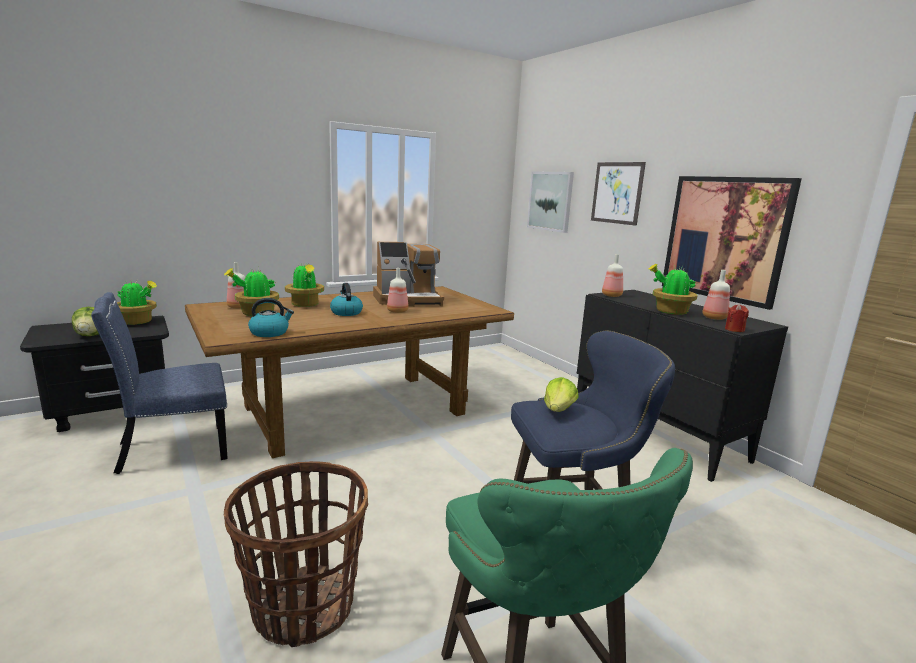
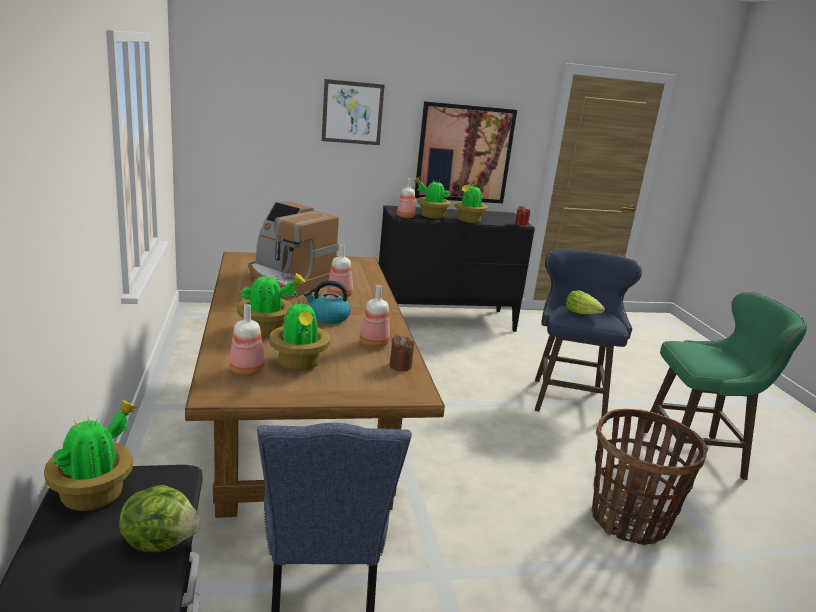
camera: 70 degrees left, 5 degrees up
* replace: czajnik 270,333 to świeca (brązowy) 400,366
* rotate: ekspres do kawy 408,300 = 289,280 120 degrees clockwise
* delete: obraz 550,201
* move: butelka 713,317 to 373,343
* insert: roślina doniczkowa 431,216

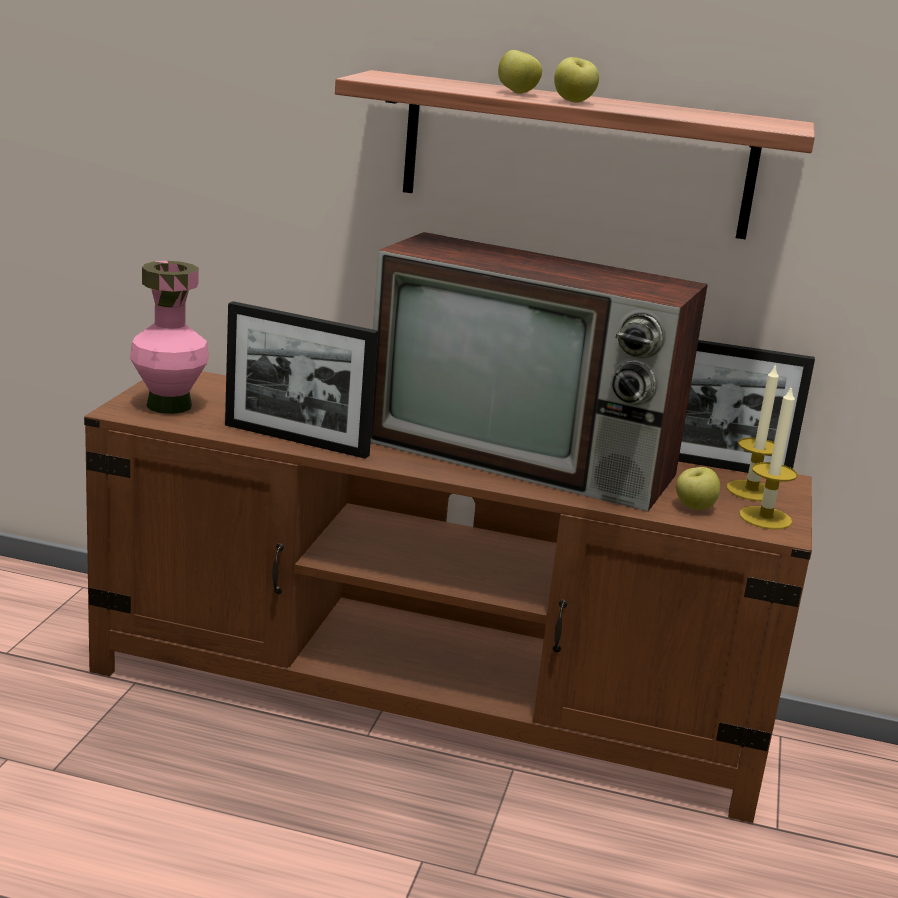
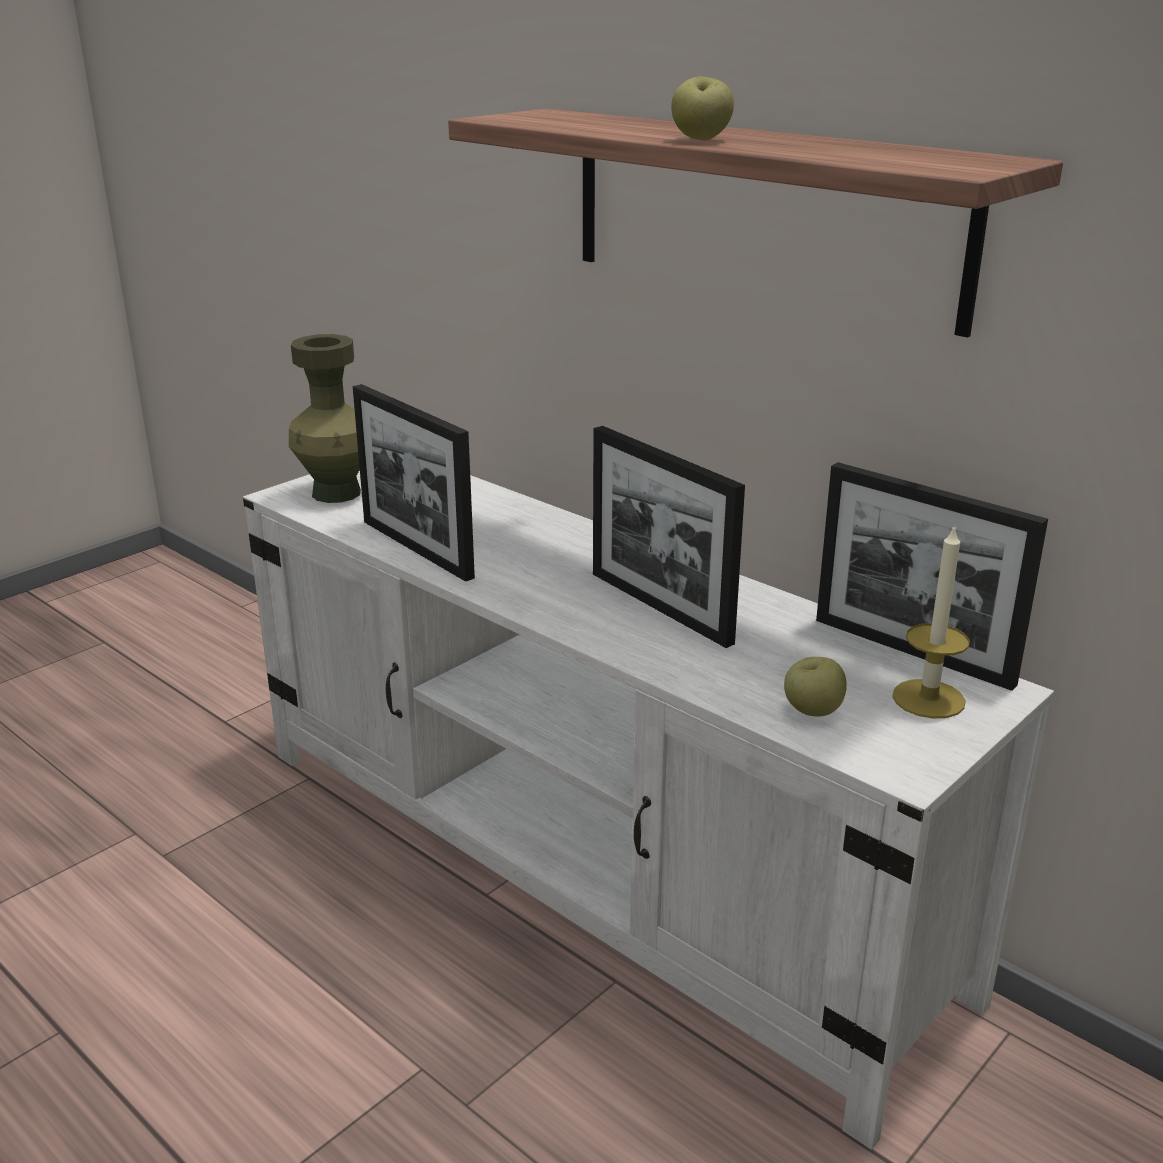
camera: 30 degrees right, 5 degrees up
* recolor: szafka pod telewizor (brązowy) 429,699 to szafka pod telewizor (biały) 587,866
* recolor: wazon (różowy) 168,405 to wazon (zielony) 335,493
* replace: telewizor 526,459 to ramka na zdjęcie 660,607
* delete: jabłko 517,93
* delete: świeca 765,518

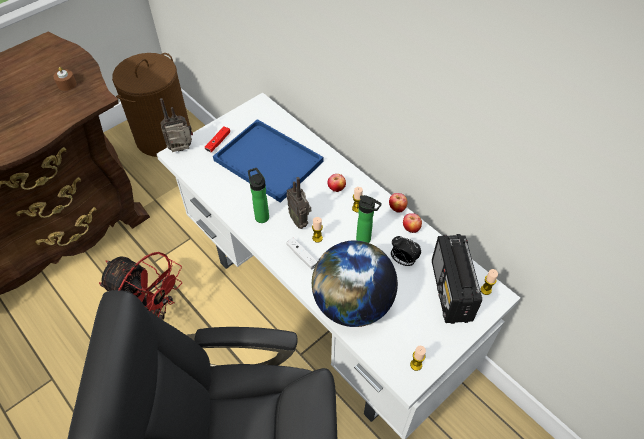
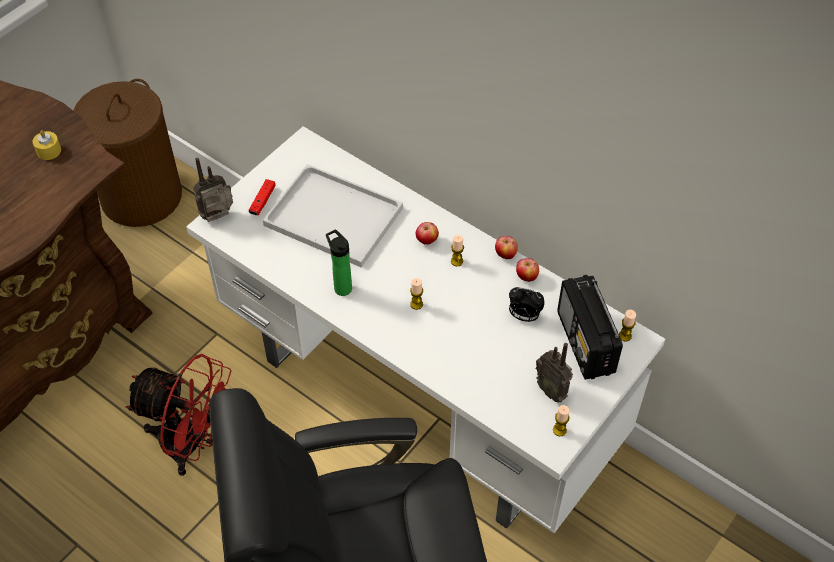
camera: 10 degrees left, 0 degrees up
* recolor: świeca (brązowy) 67,84 to świeca (żółty) 49,151
* recolor: taca (niebieski) 270,161 to taca (biały) 336,217
* move: radio 300,220 to 552,390
* delete: pad do gier (biały) 302,256
* delete: globus 352,304
* delete: butelka 365,240

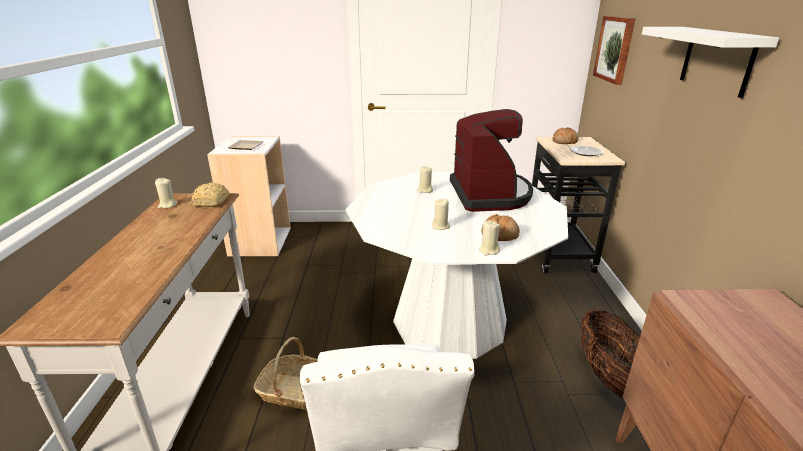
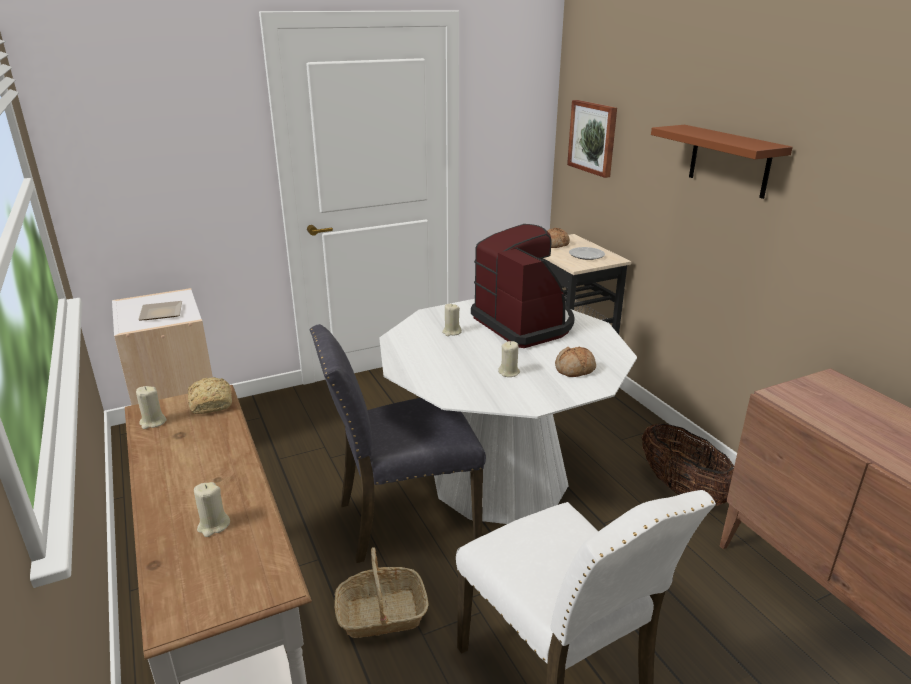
camera: 25 degrees left, 0 degrees up
* move: świeca (beżowy) 488,251 to 213,526
* recolor: półka (biały) 717,60 to półka (brązowy) 729,161
* insert: krzesło (szary) 403,519

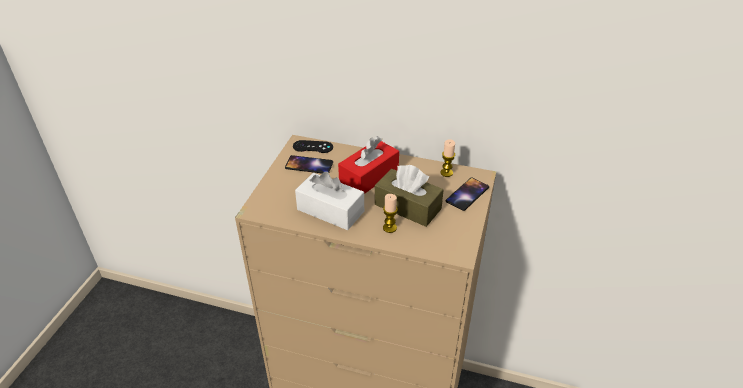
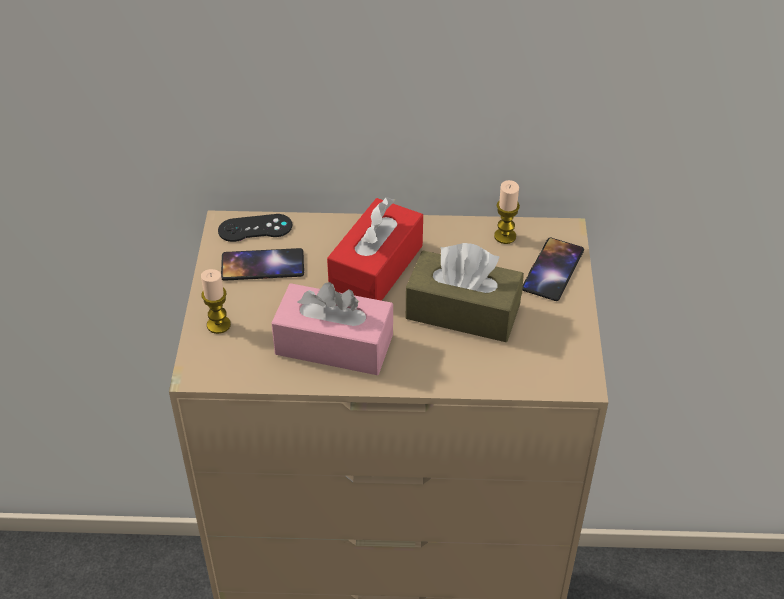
camera: 15 degrees left, 5 degrees up
* recolor: pudełko chusteczek (biały) 330,210 to pudełko chusteczek (różowy) 334,344
* move: świeca 389,228 to 218,325

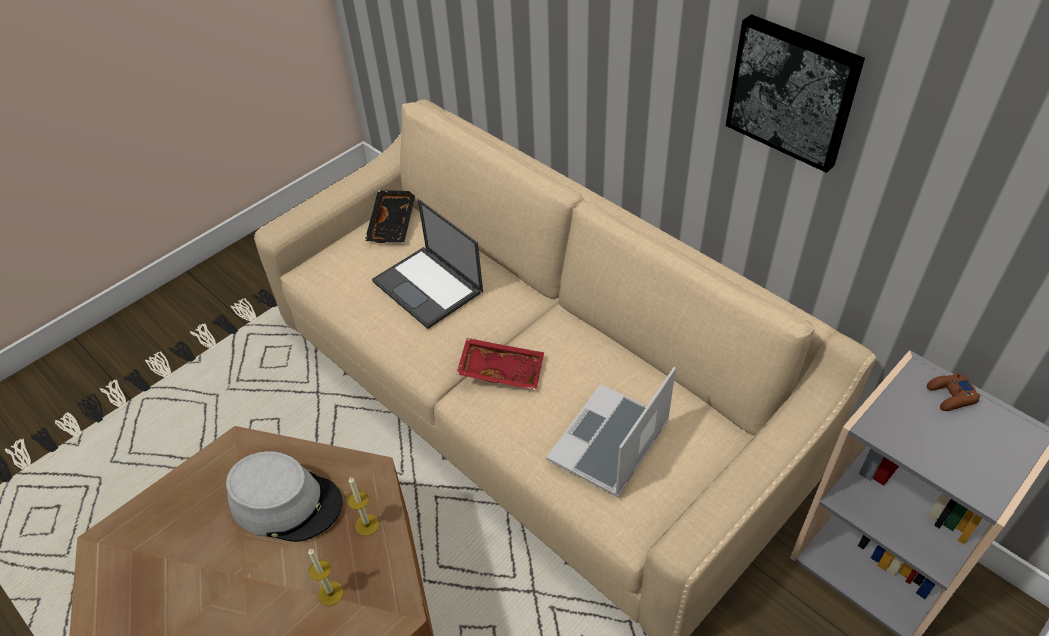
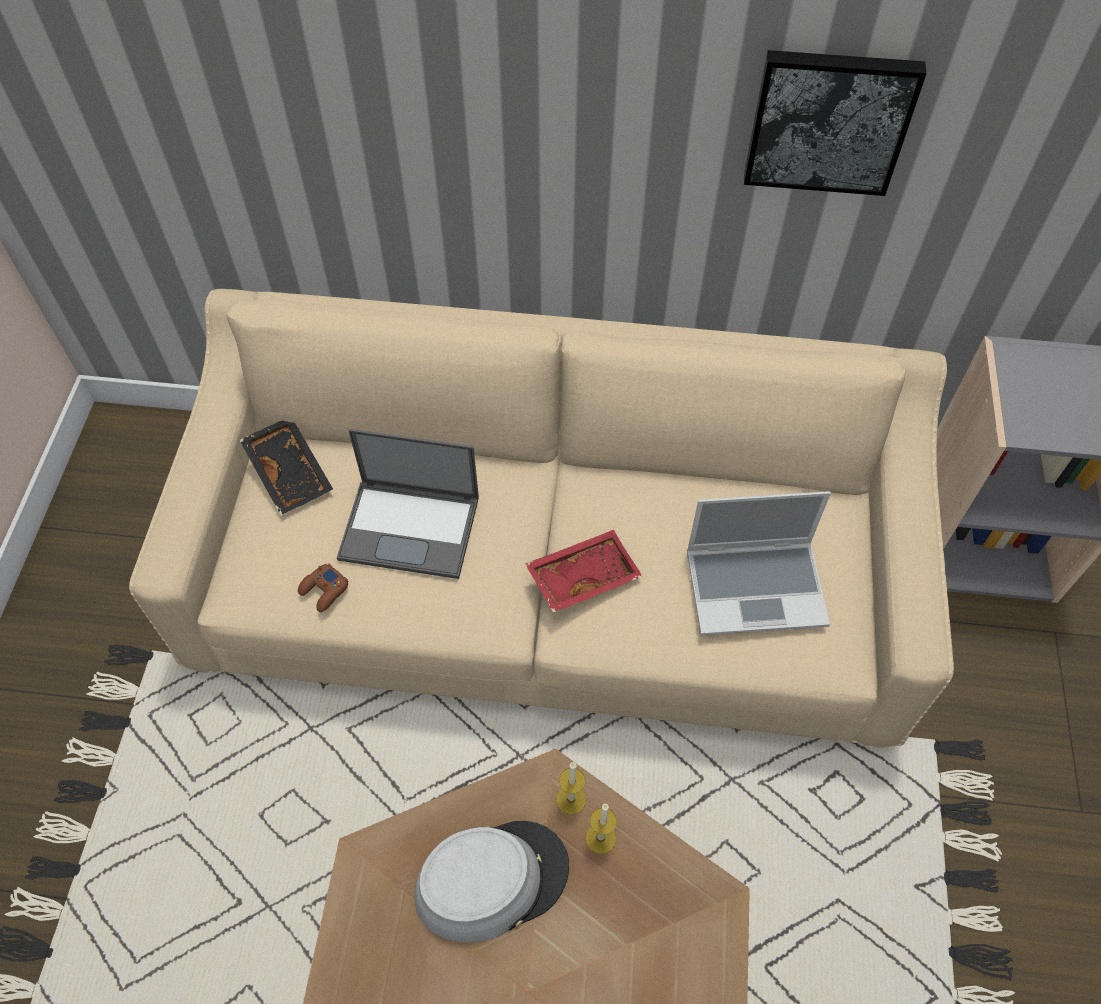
camera: 40 degrees left, 10 degrees up
* move: świeca 330,593 to 571,799
* rotate: laptop 610,443 = 757,587 90 degrees counterclockwise
* move: pad do gier (brązowy) 951,396 to 324,590

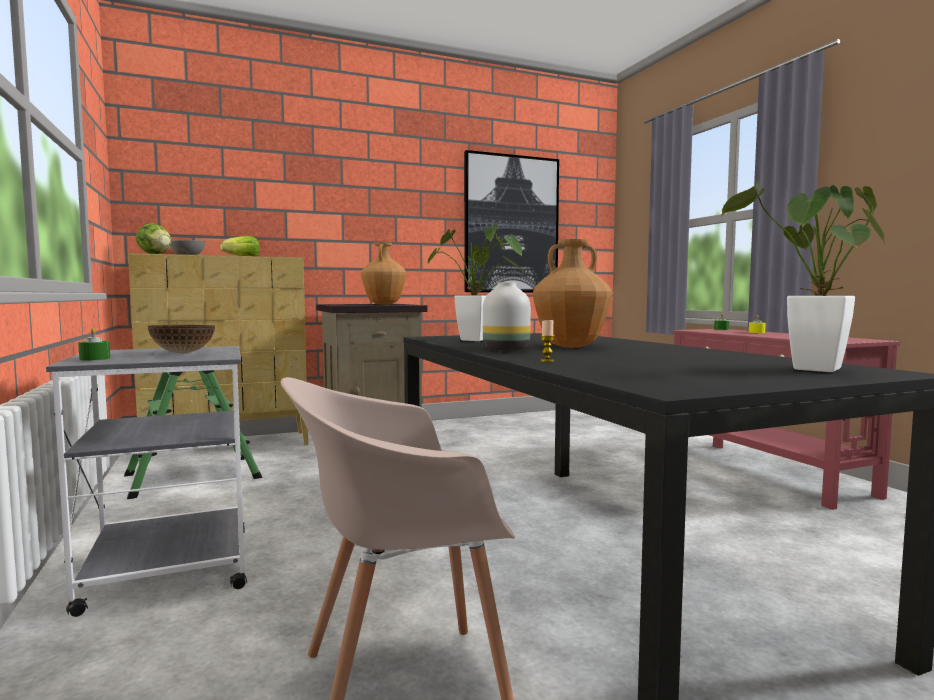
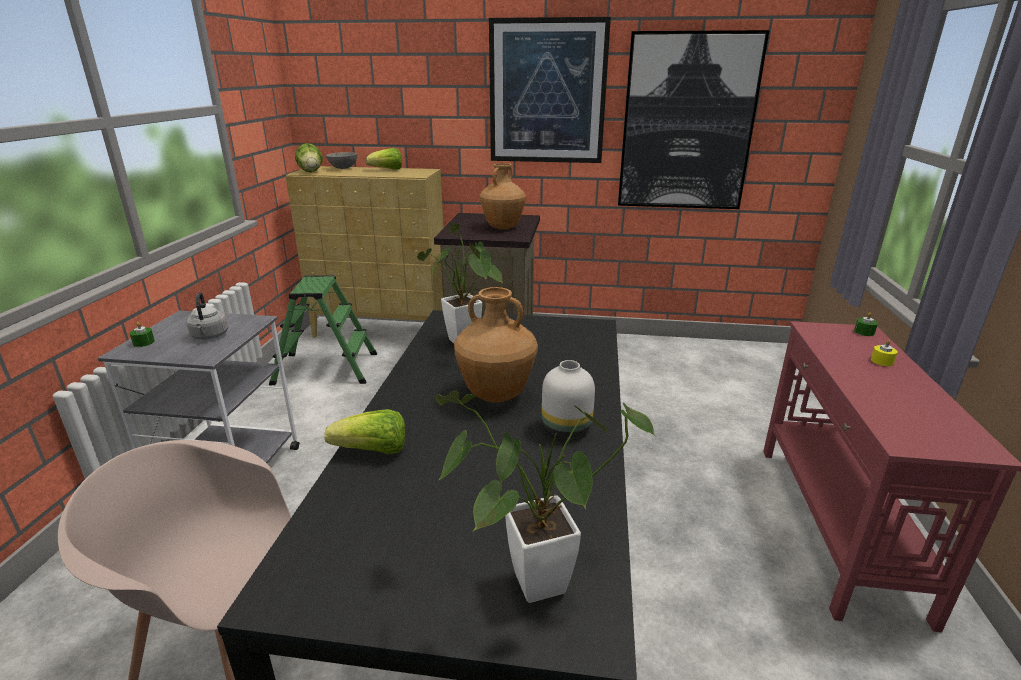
camera: 30 degrees right, 20 degrees up
* replace: miska 184,353 to czajnik (szary) 209,336
* move: wazon (biały) 505,350 to 565,427
* replace: świeca 547,361 to sałata 373,451
* insert: obraz 547,92

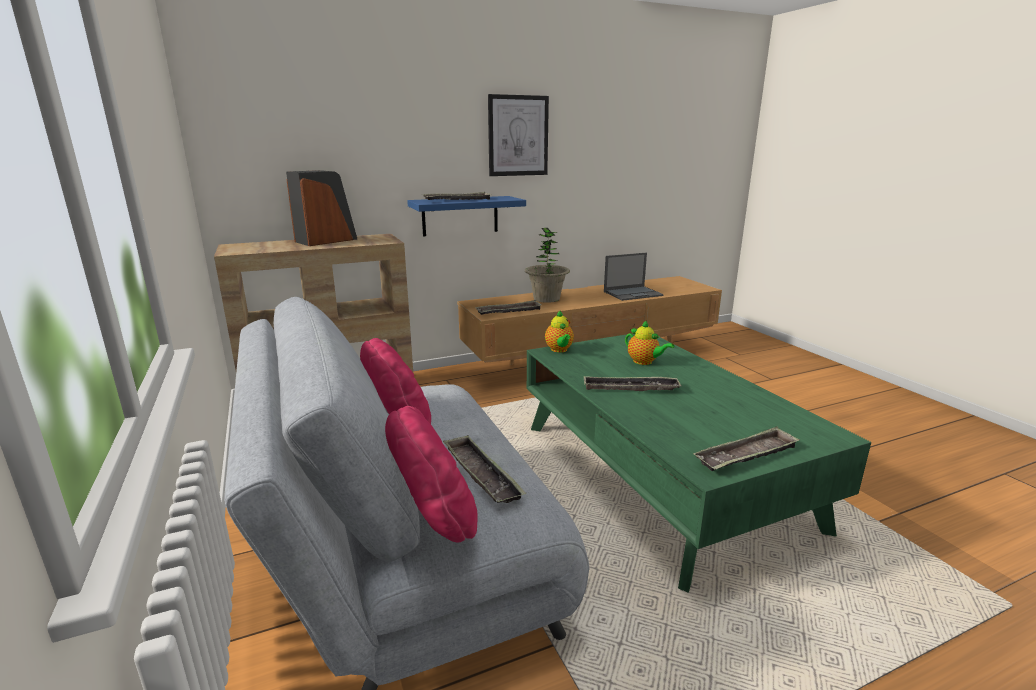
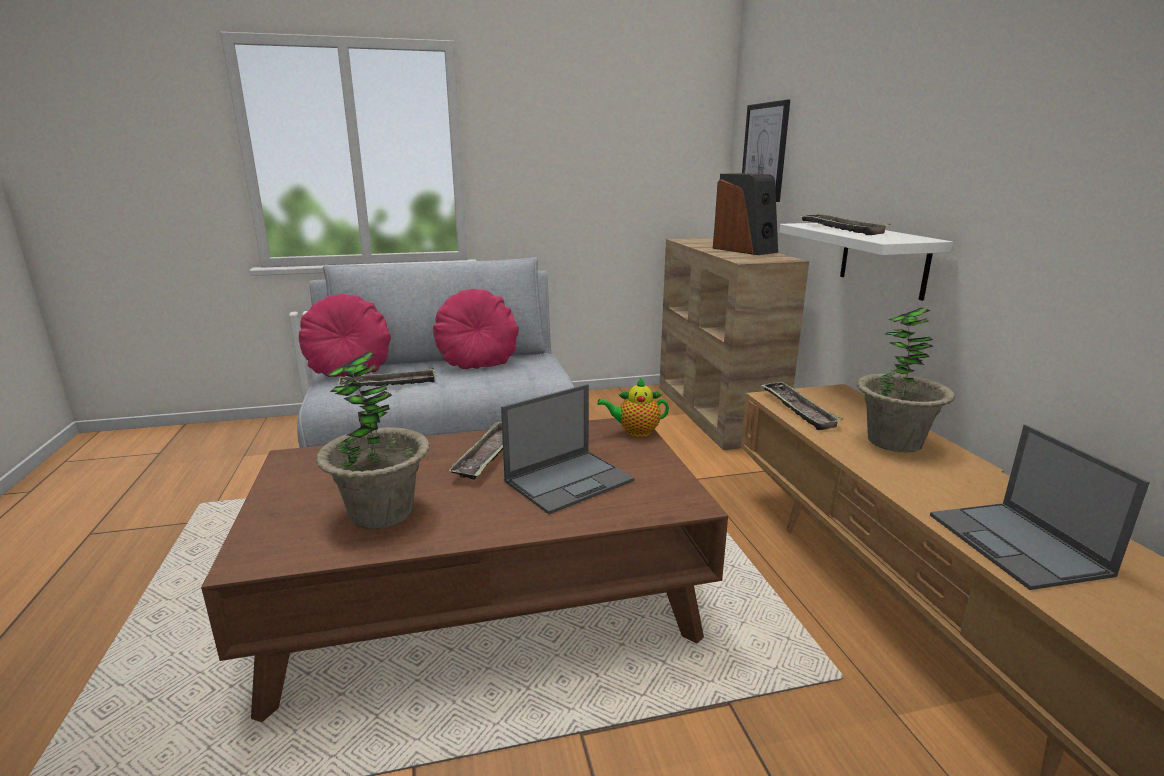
camera: 100 degrees right, 0 degrees up
* recolor: półka (niebieski) 460,216 to półka (biały) 883,259
* move: obraz 518,136 to 764,152
* recolor: ława (zielony) 658,473 to ława (brązowy) 485,596
* replace: imbryk 644,362 to laptop 570,480
* delete: taca 746,455
* insert: roślina doniczkowa 381,512

